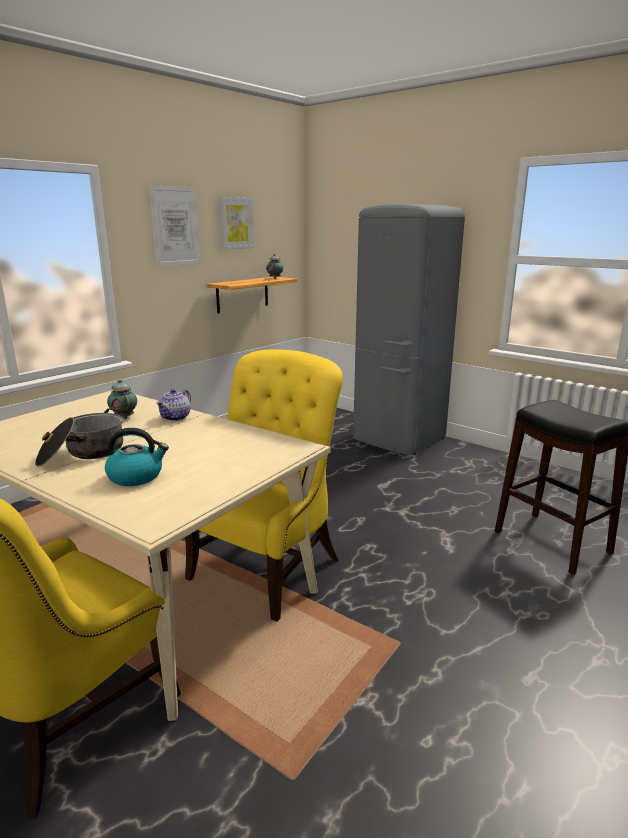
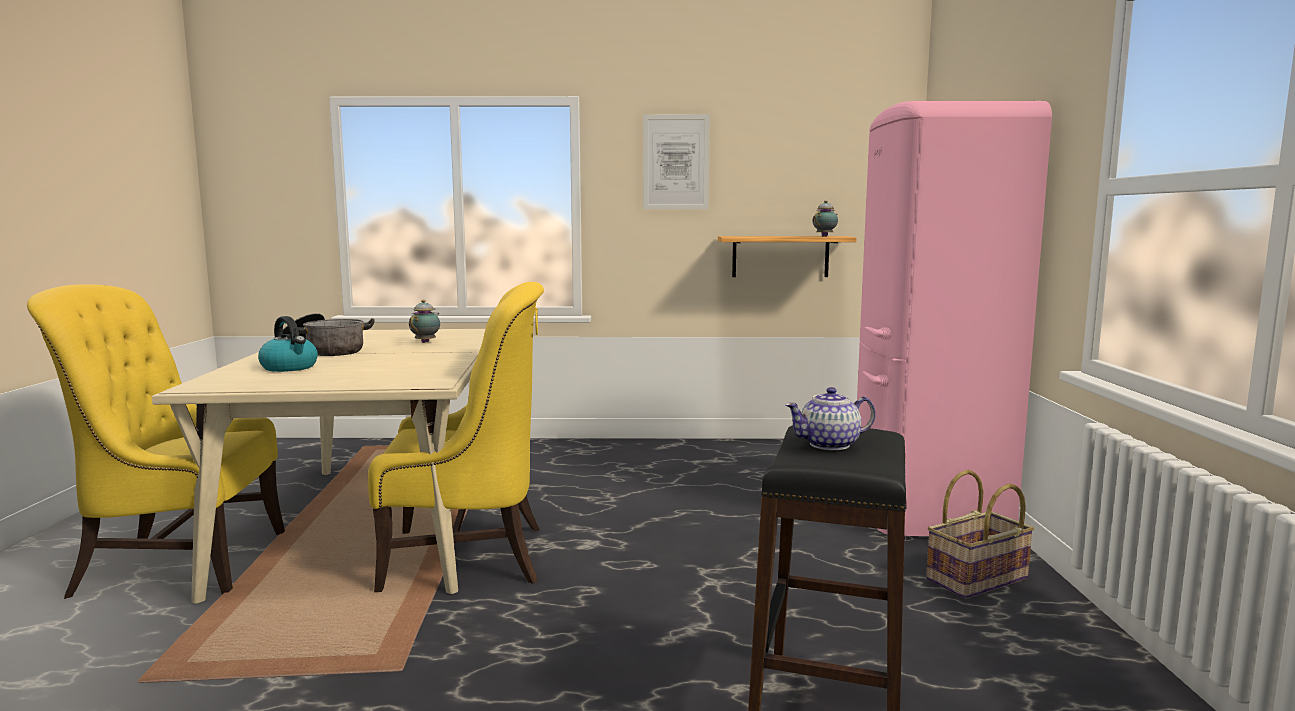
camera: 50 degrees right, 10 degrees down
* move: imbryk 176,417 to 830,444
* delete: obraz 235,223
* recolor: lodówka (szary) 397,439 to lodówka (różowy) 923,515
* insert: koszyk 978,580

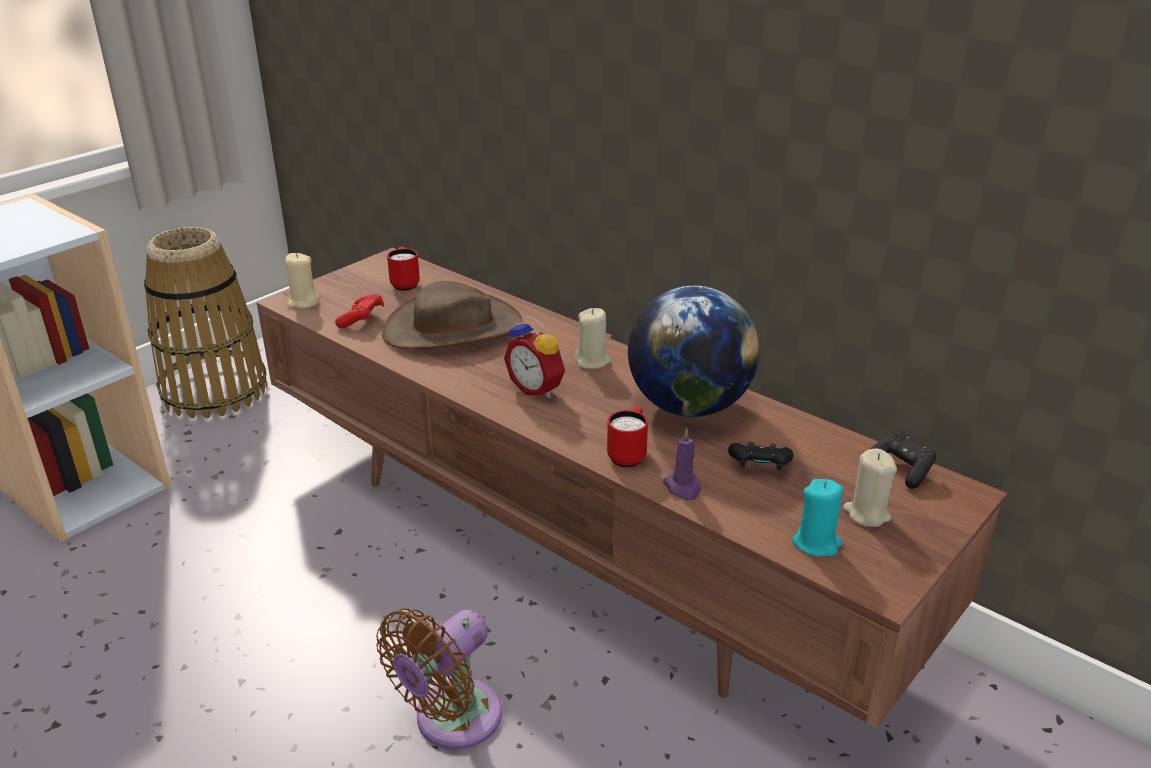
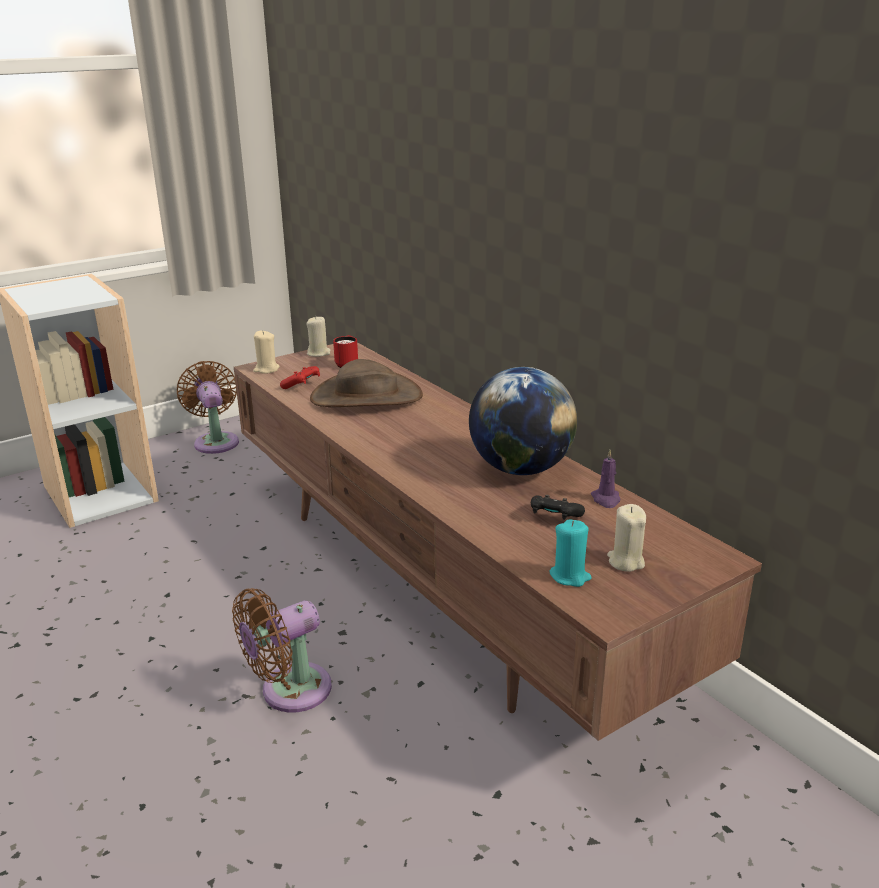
camera: 15 degrees right, 5 degrees down
* replace: koszyk 214,391 to wentylator (brązowy) 216,441
* delete: budzik 538,388
* move: świeca (beżowy) 592,361 to 319,353
* delete: kubek (czerwony) 628,455
* move: świeca (fioletowy) 683,488 to 606,499
* delete: pad do gier (czarny) 901,469

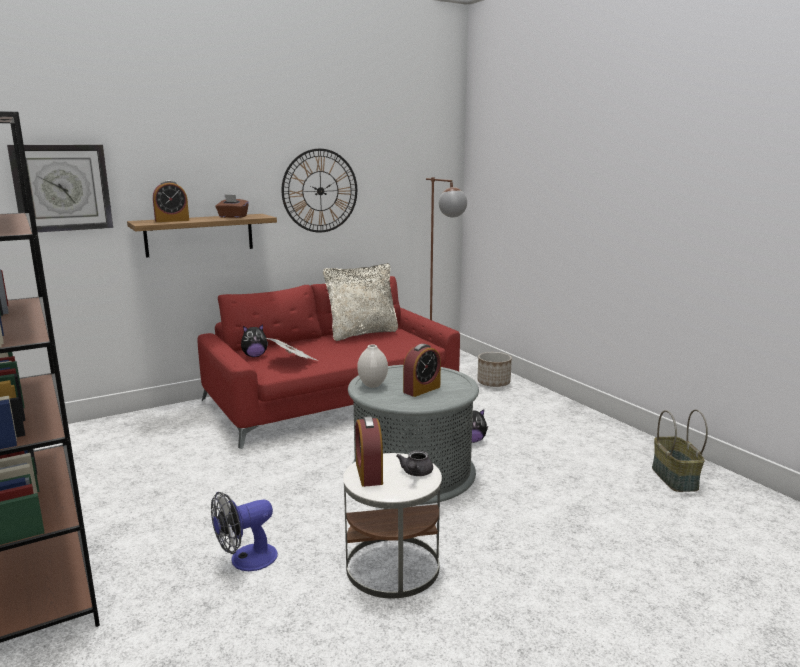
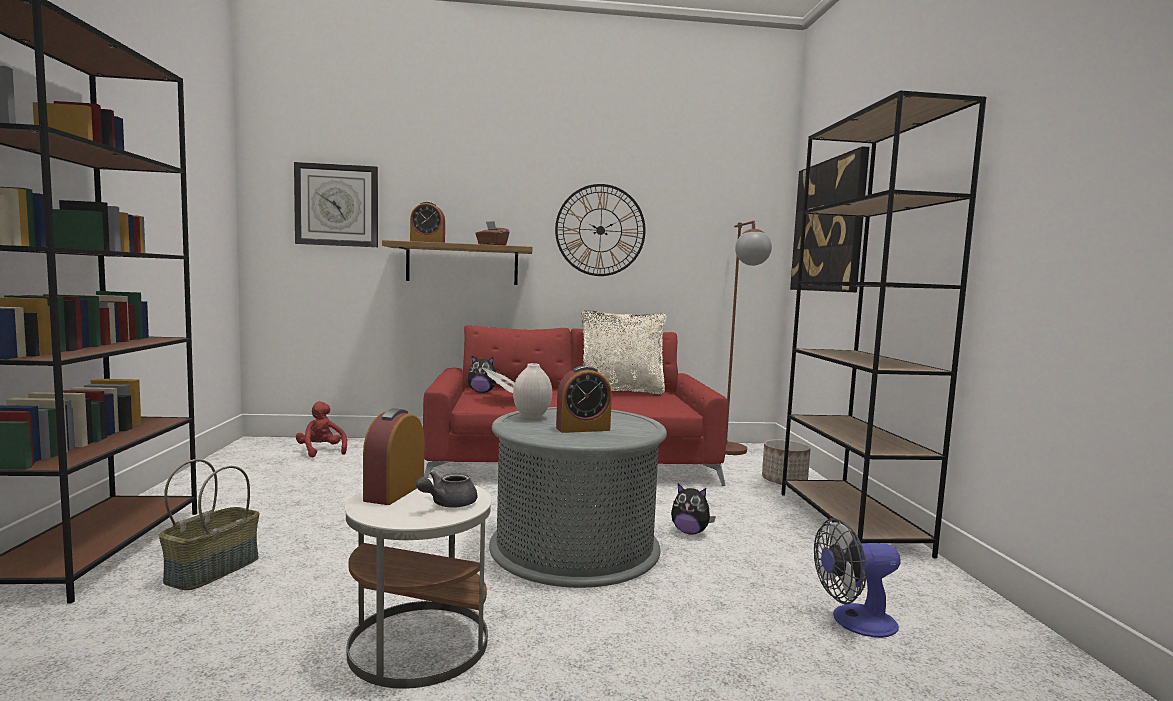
camera: 25 degrees right, 10 degrees down
* move: wentylator 246,560 to 854,622
* move: koszyk 673,478 to 212,569
* insert: pluszak (czerwony) 321,451
* insert: regał (beżowy) 851,523
* insert: obraz 829,226

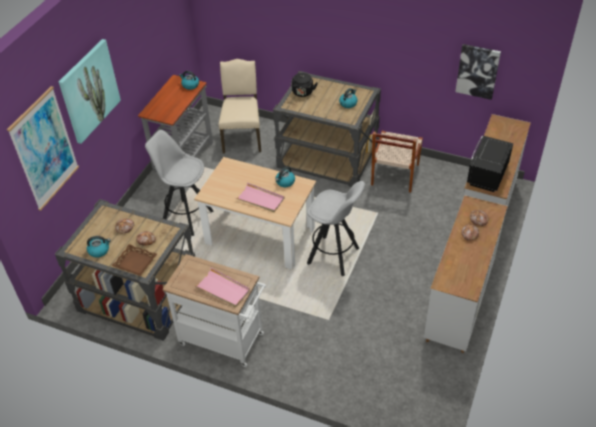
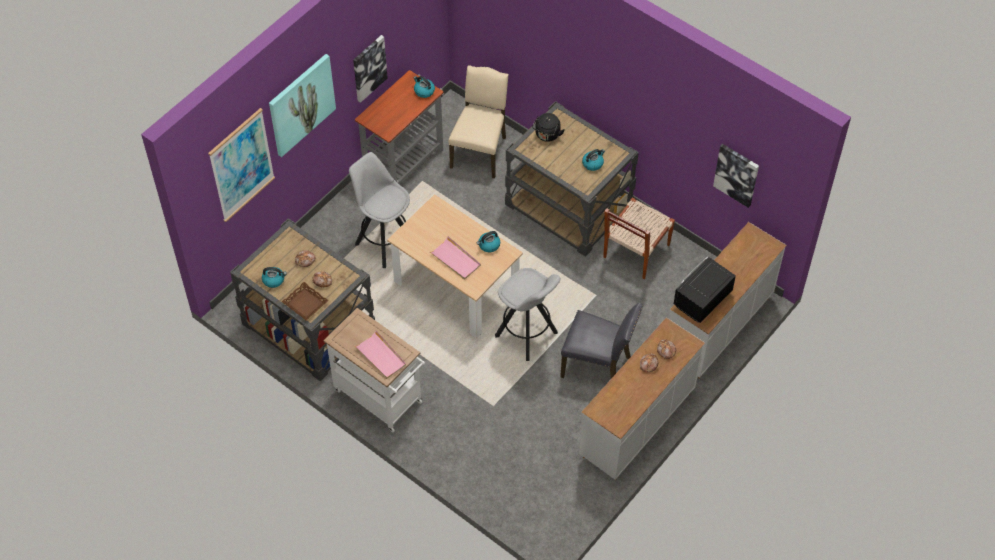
camera: 15 degrees right, 10 degrees up
* insert: obraz 369,68
* insert: krzesło (szary) 598,366

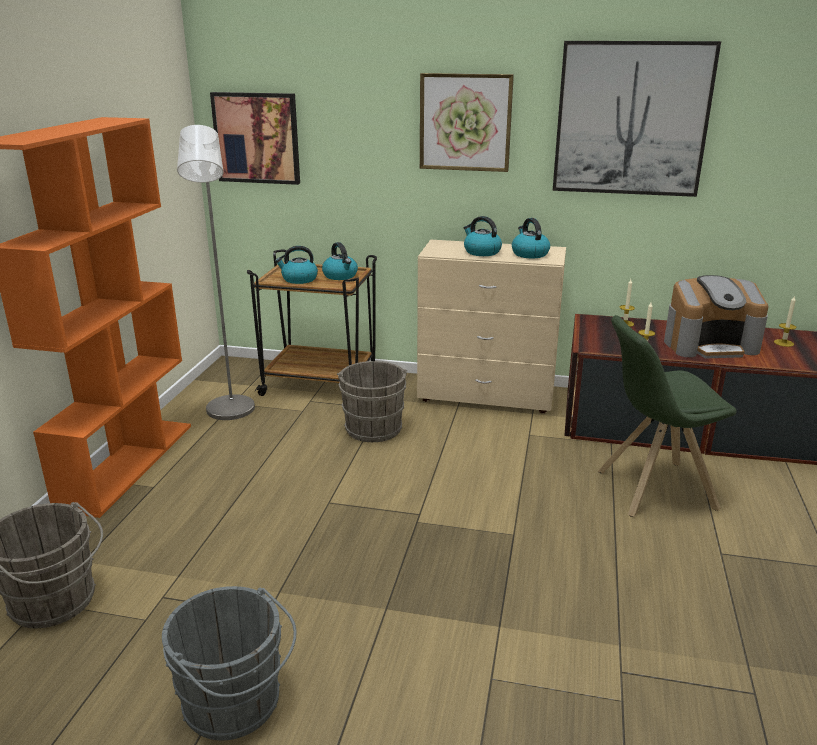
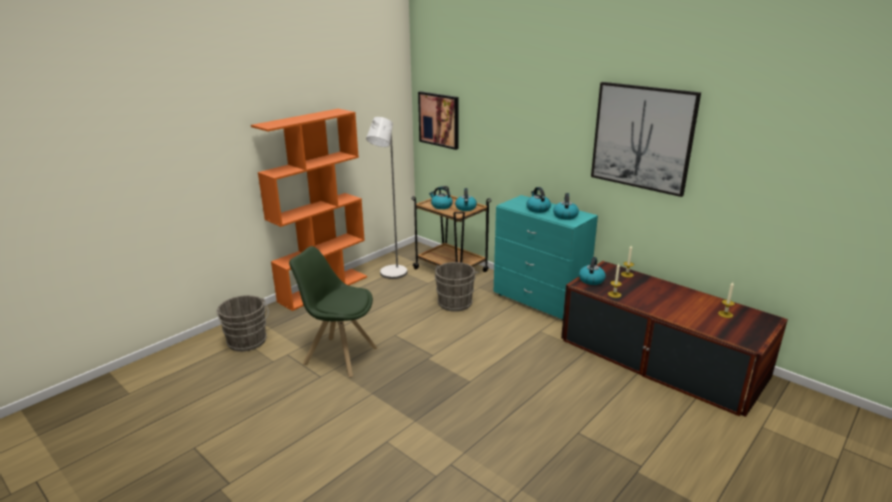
camera: 30 degrees right, 0 degrees up
* delete: wiadro (szary) 236,705
* recolor: komoda (beżowy) 487,396 to komoda (turkusowy) 540,301
* delete: obraz 465,122
* move: krzesło (zielony) 654,489 to 340,356
* delete: ekspres do kawy 710,345
* insert: czajnik 591,280

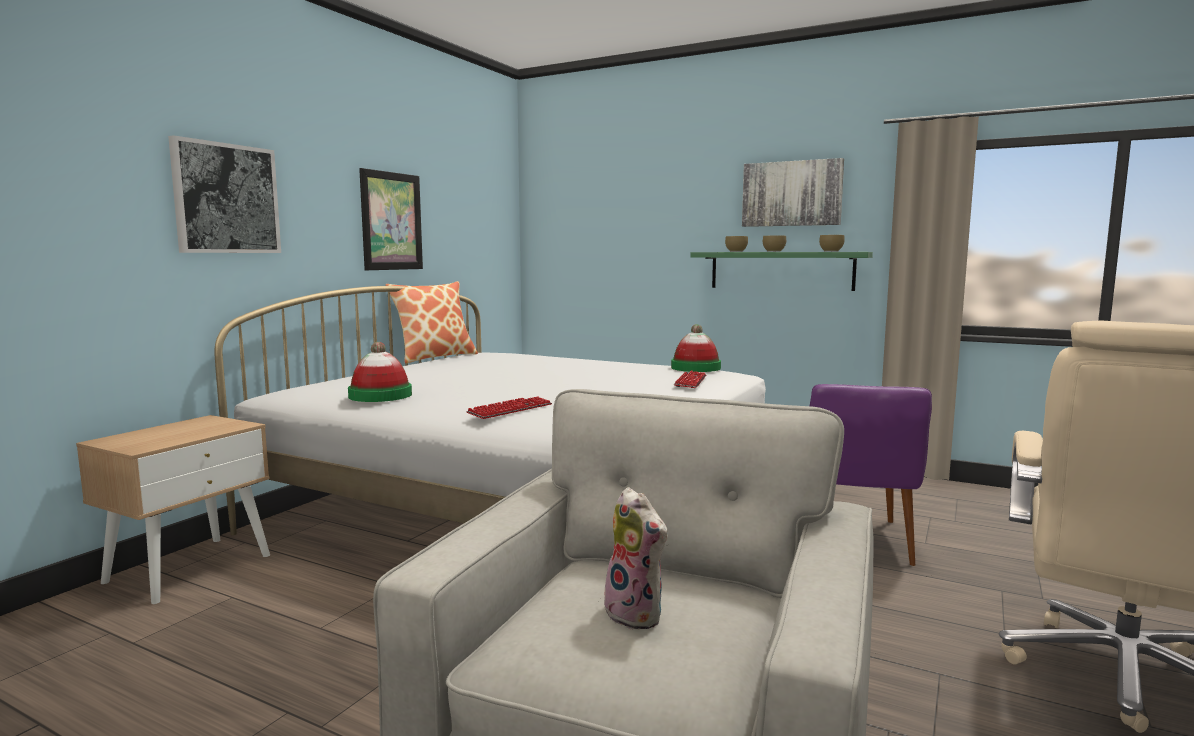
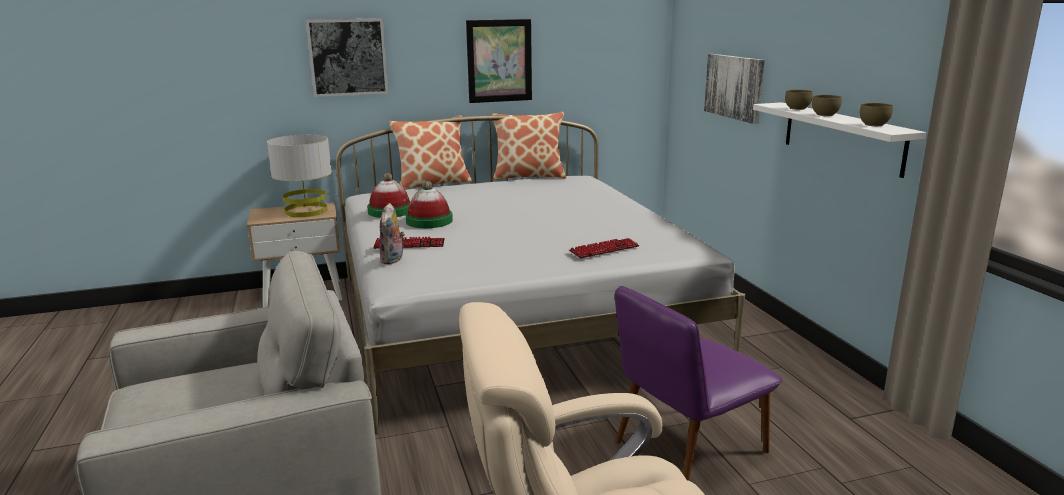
camera: 45 degrees right, 10 degrees up
* move: pluszak 638,614 to 393,260
* move: kapelusz 695,368 to 429,221
* recolor: półka (zielony) 781,270 to półka (biały) 841,137
* move: obraz 791,193 to 734,87
* insert: lampa stołowa (szary) 306,211
* insert: poduszka 433,184

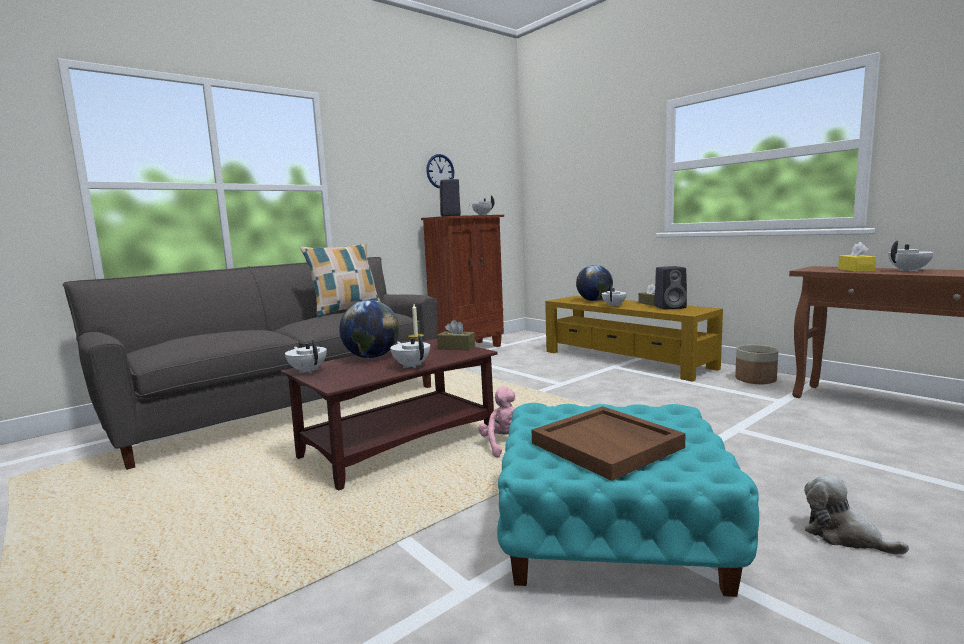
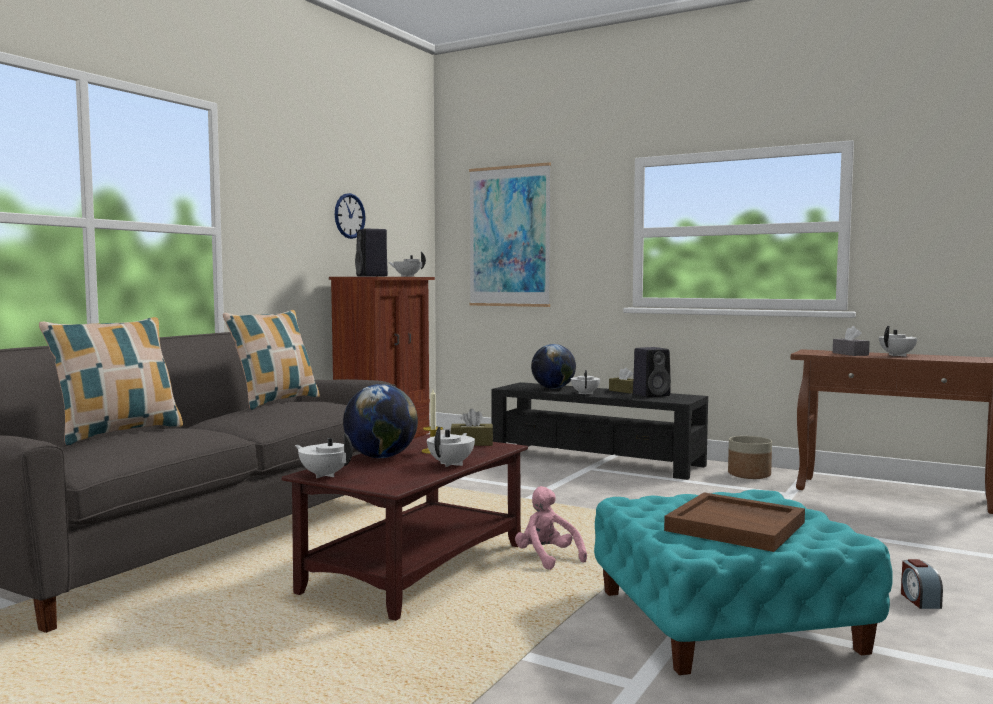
camera: 20 degrees left, 5 degrees down
* rotate: imbryk (biały) 411,366 = 451,464 75 degrees clockwise
* recolor: szafka pod telewizor (żółty) 626,359 to szafka pod telewizor (czarny) 596,460
* replace: pluszak 844,536 to budzik 919,600
* recolor: pudełko chusteczek (żółty) 855,270 to pudełko chusteczek (szary) 850,354
* insert: poduszka 118,433
* insert: obraz 509,236

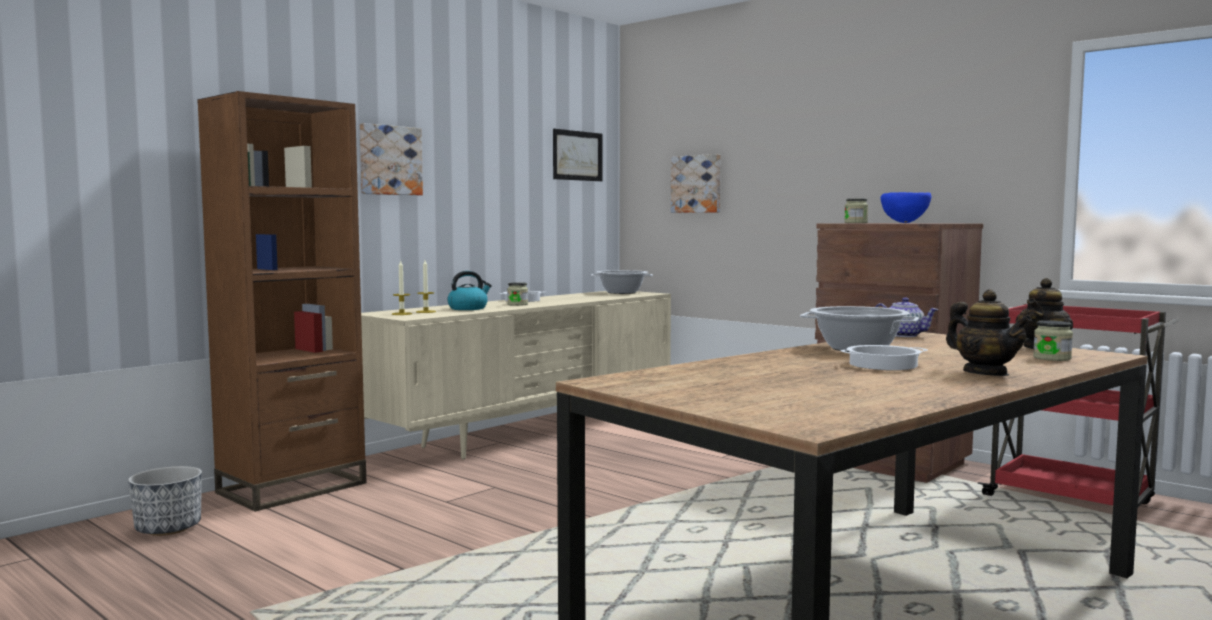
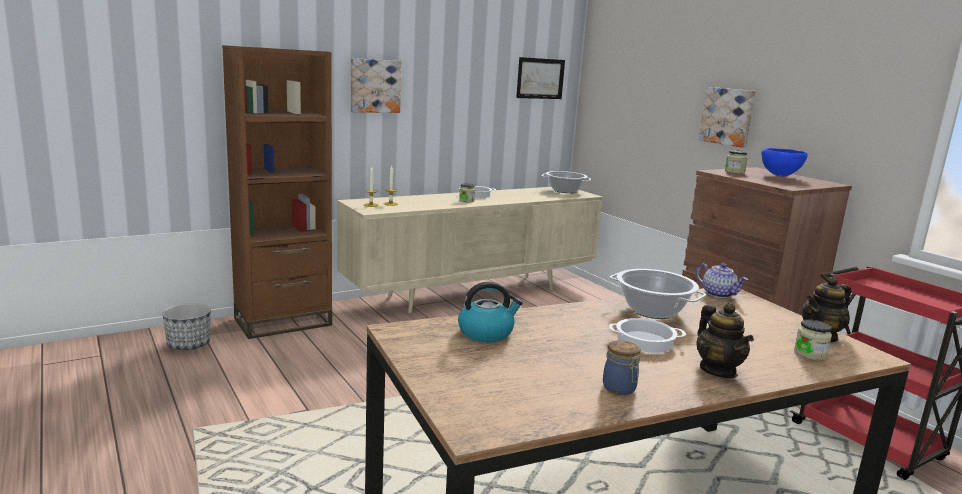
camera: 15 degrees right, 10 degrees up
* move: czajnik 468,308 to 486,333
* move: obraz 697,184 to 728,116
* insert: słoik 620,389

